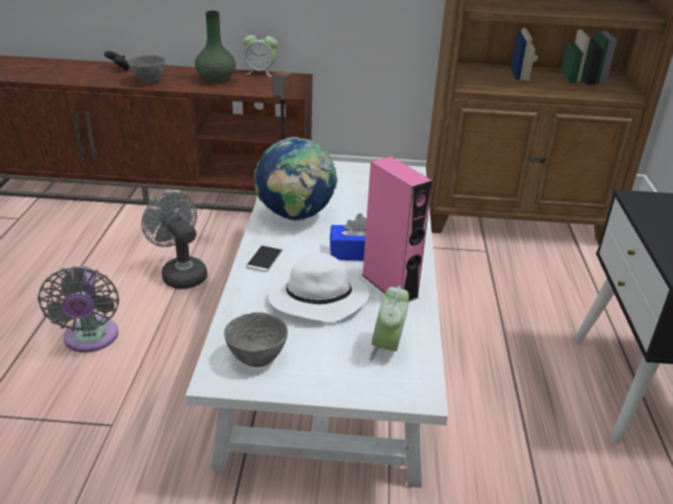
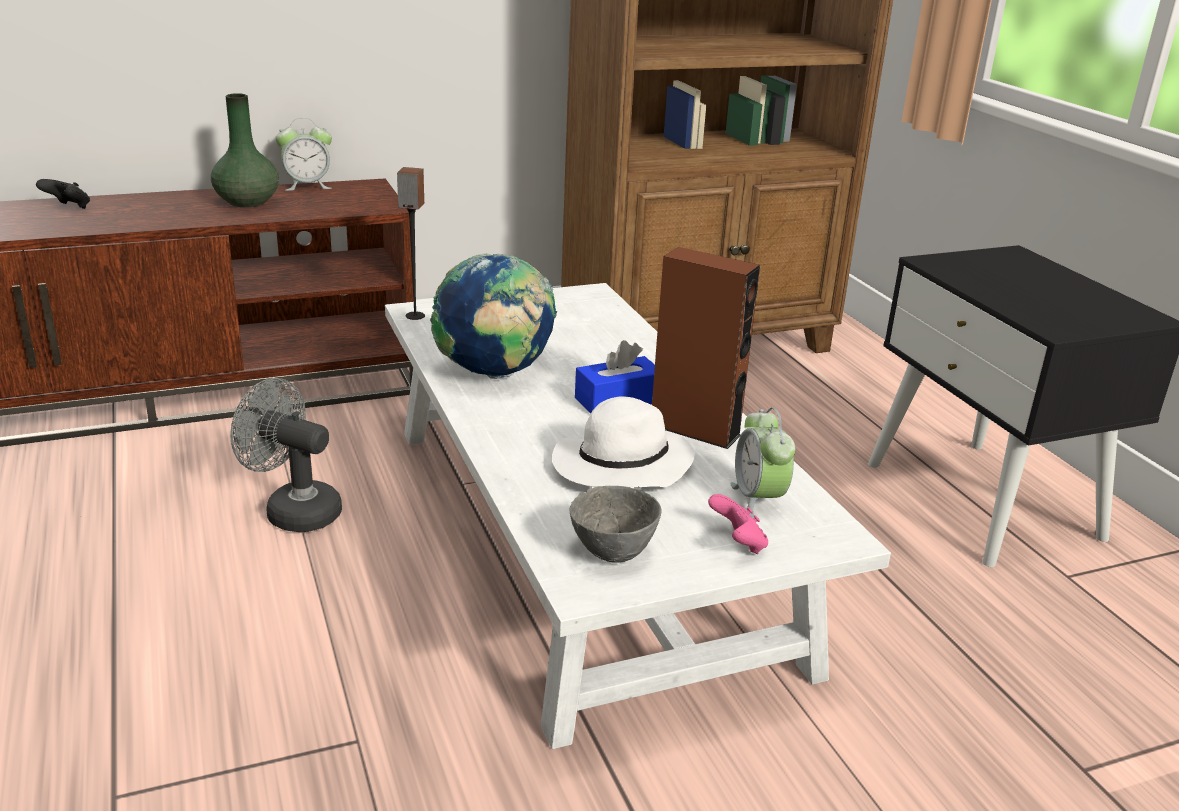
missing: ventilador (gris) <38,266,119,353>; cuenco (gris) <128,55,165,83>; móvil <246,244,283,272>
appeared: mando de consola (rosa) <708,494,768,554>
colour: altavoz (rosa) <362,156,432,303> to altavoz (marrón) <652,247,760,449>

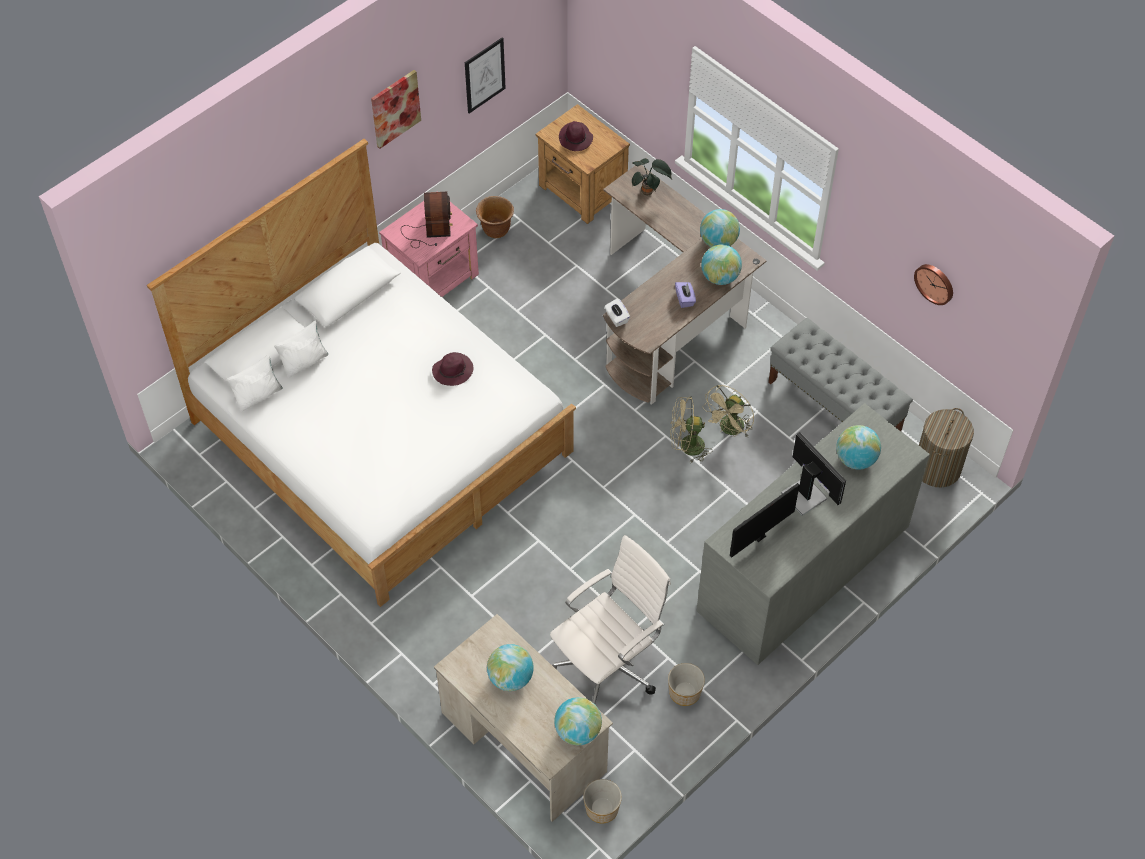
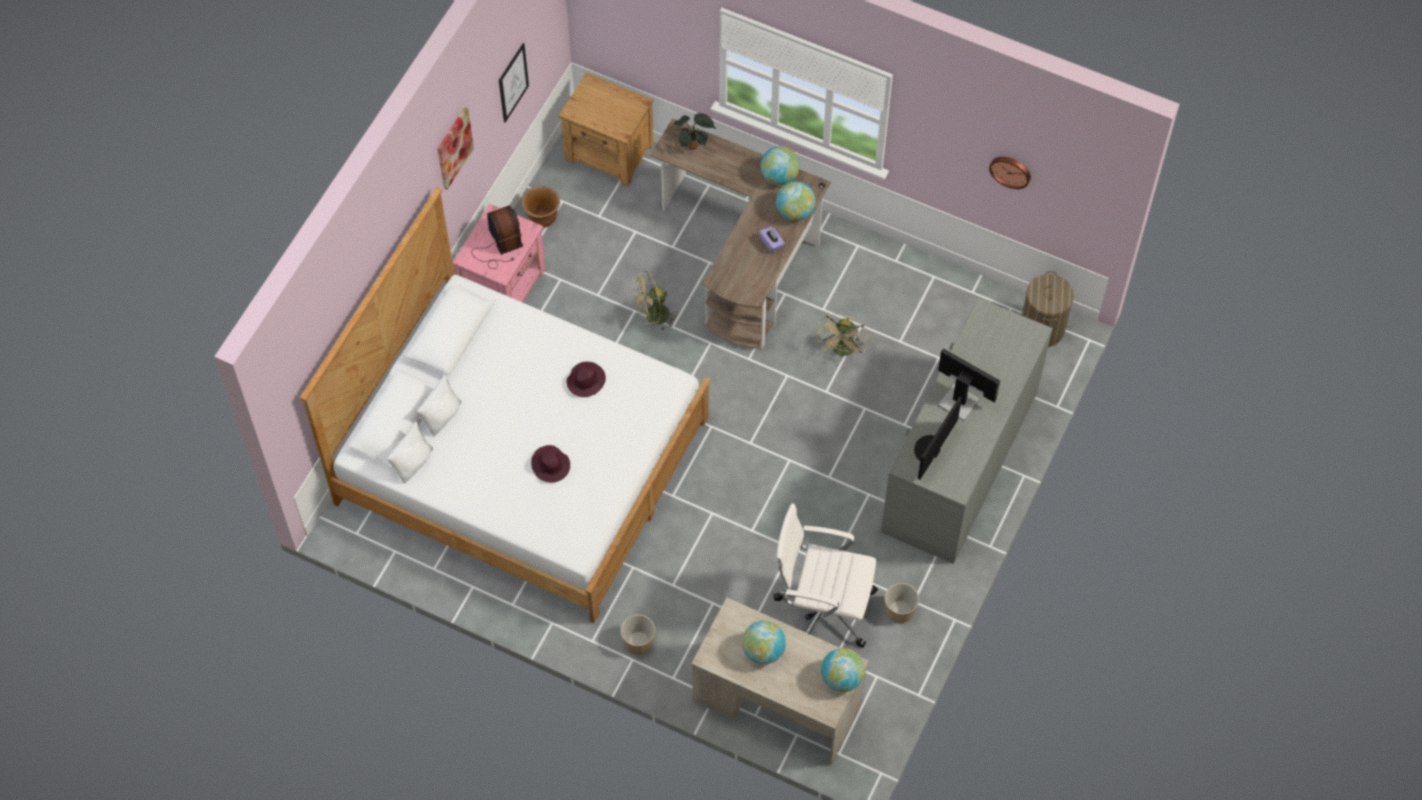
missing: caja de pañuelos (blanco) <604,298,630,327>; banco (gris) <768,318,913,431>; globo terráqueo <836,425,881,470>
relocated: sombrero (morado) <559,121,593,151> to <531,445,570,483>; maceta <583,779,622,824> to <620,614,655,654>; ventilador (beis) <670,397,713,463> to <632,271,678,332>
spun: silla de oficina (blanco) <550,535,671,704> = <774,503,878,647> 105 degrees counterclockwise

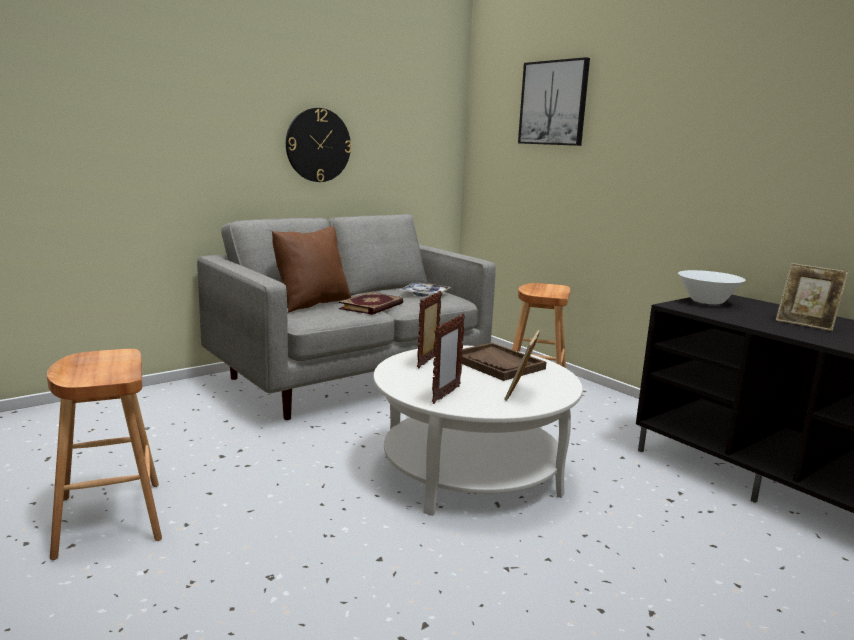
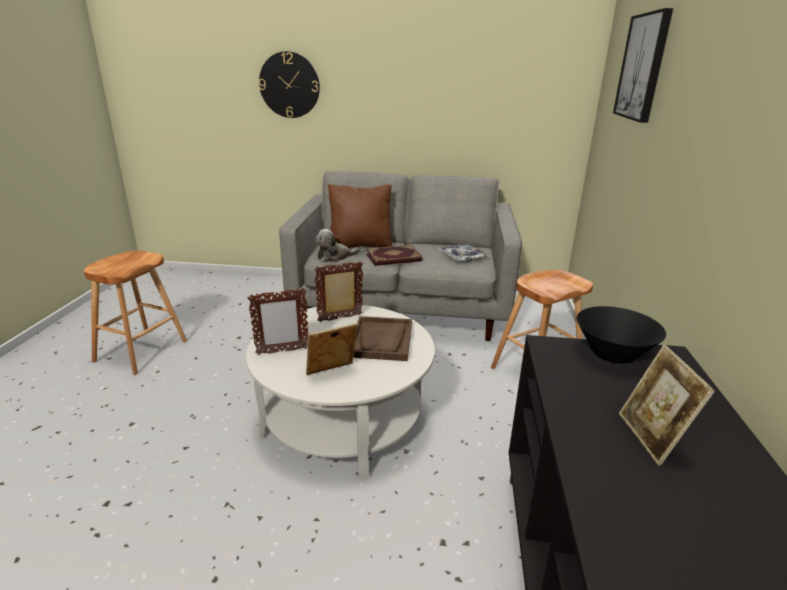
appeared: peluche <315,229,360,262>
relocated: reloj de pared <286,108,351,182> to <259,51,320,118>
colour: cuenco (blanco) <678,270,745,304> to cuenco (negro) <577,306,666,364>

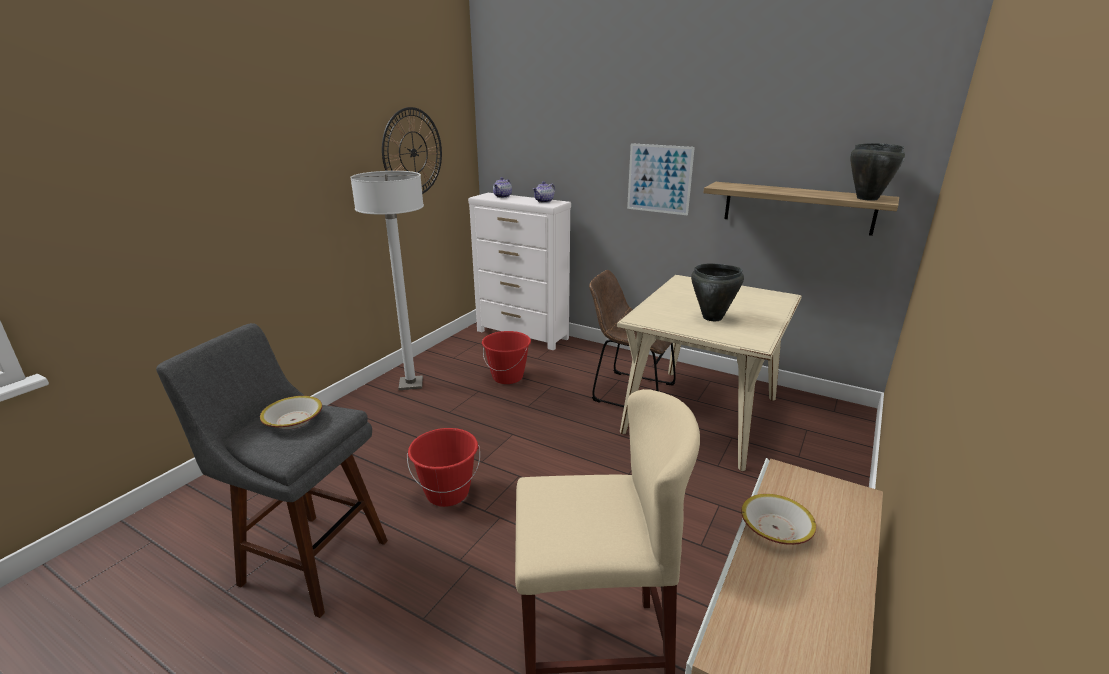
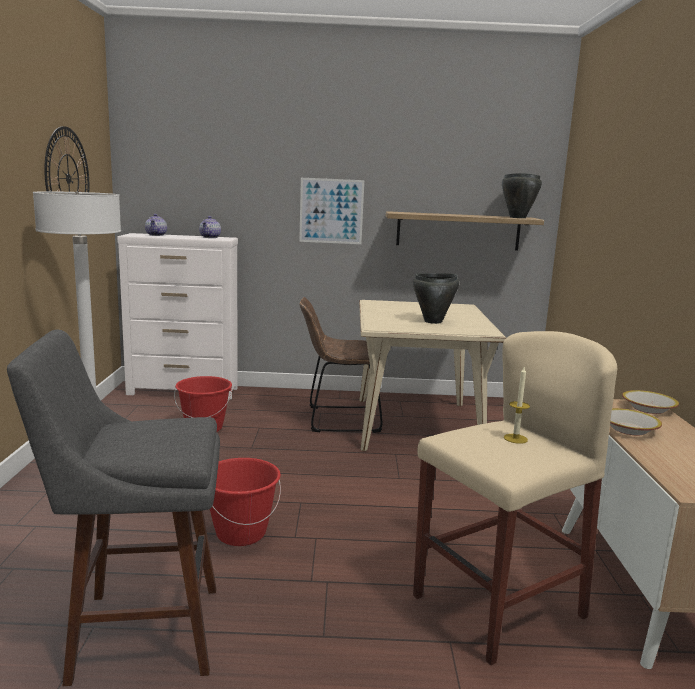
appeared: vela <504,367,530,444>
relocated: cuenco <260,396,322,429> to <622,390,679,414>

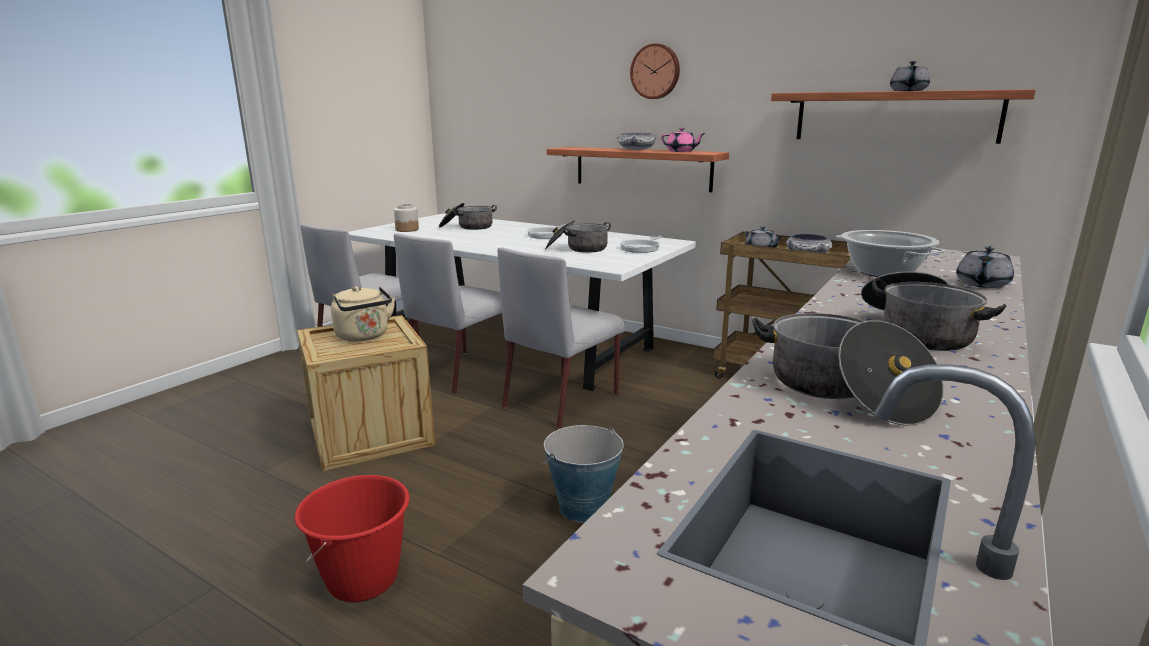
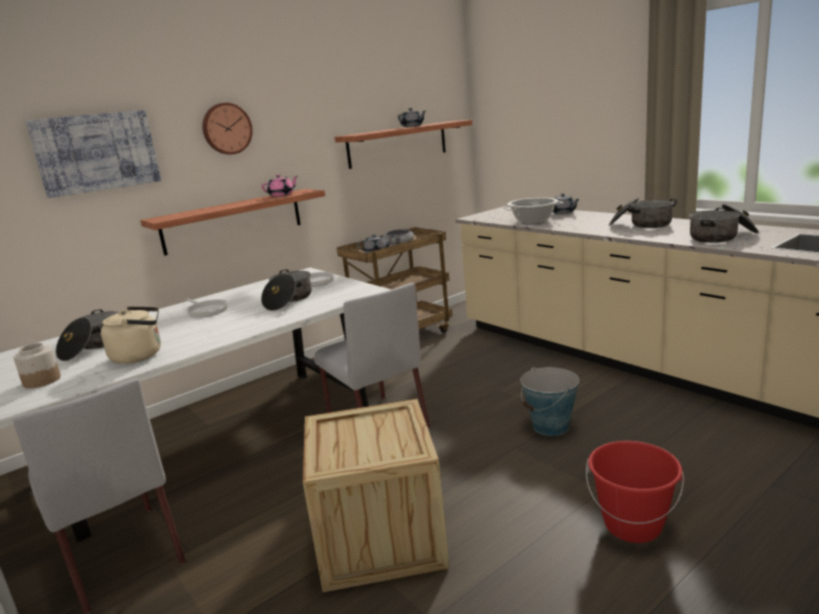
missing: silla (gris) <394,233,509,394>; cuenco <617,133,657,150>
appeared: cuadro <25,110,161,198>
relocated: hervidor (beis) <331,286,395,341> to <101,306,161,364>

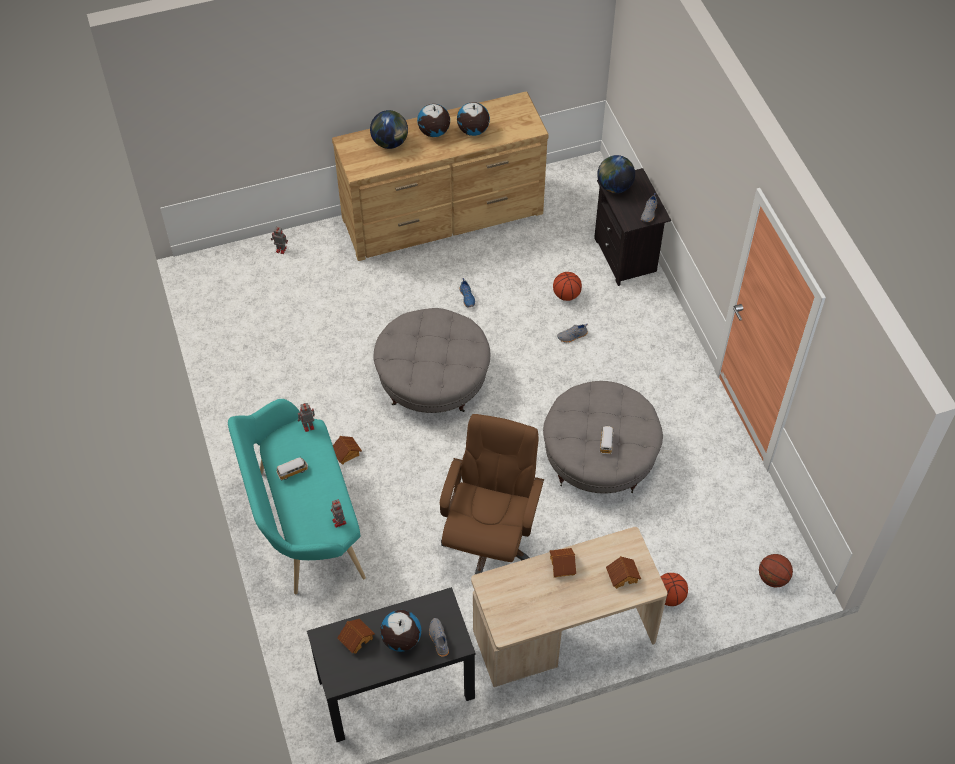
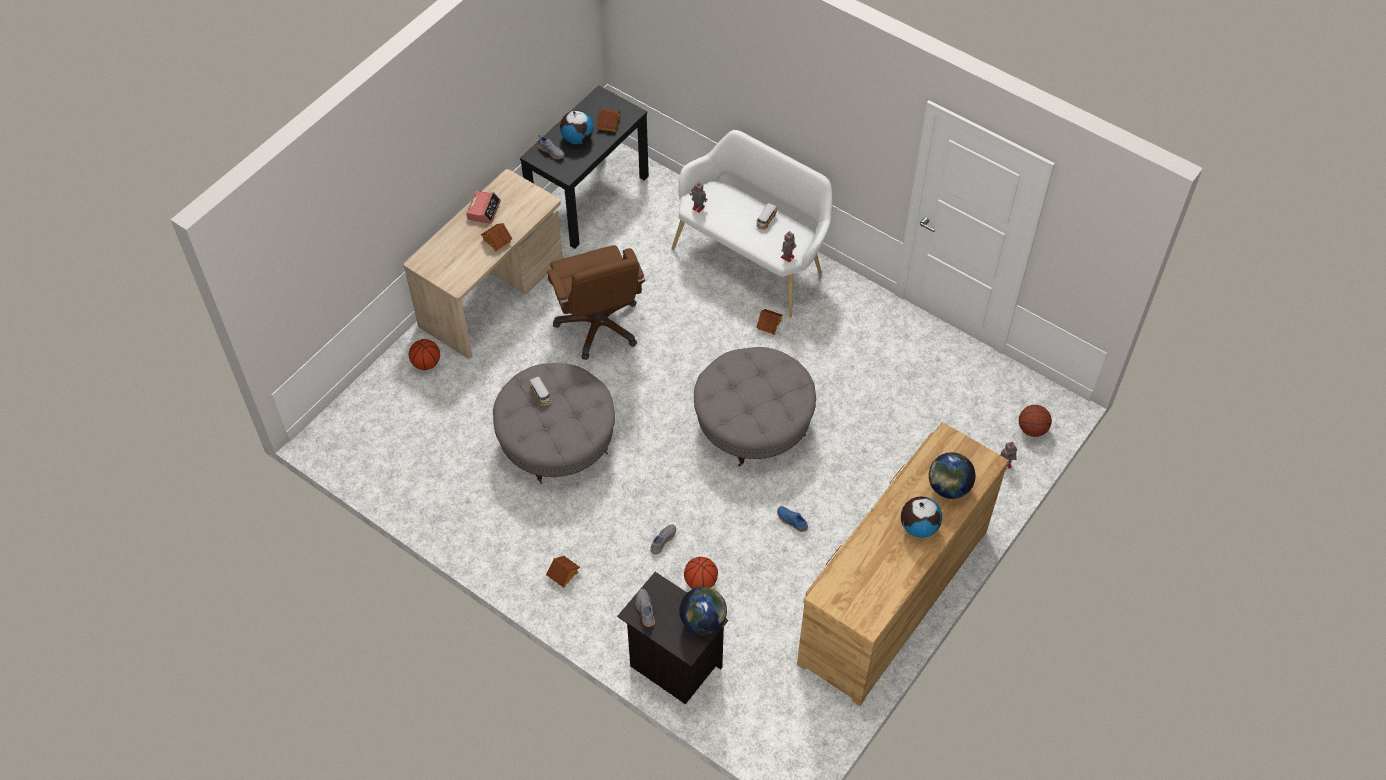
missing: globo terráqueo <457,102,490,136>
appeared: despertador <466,191,501,224>
relocated: casita <606,556,641,589> to <546,556,580,588>; balón de baloncesto <759,554,793,588> to <1019,405,1052,437>
colour: banco (turquesa) <228,399,366,594> to banco (blanco) <671,130,833,317>

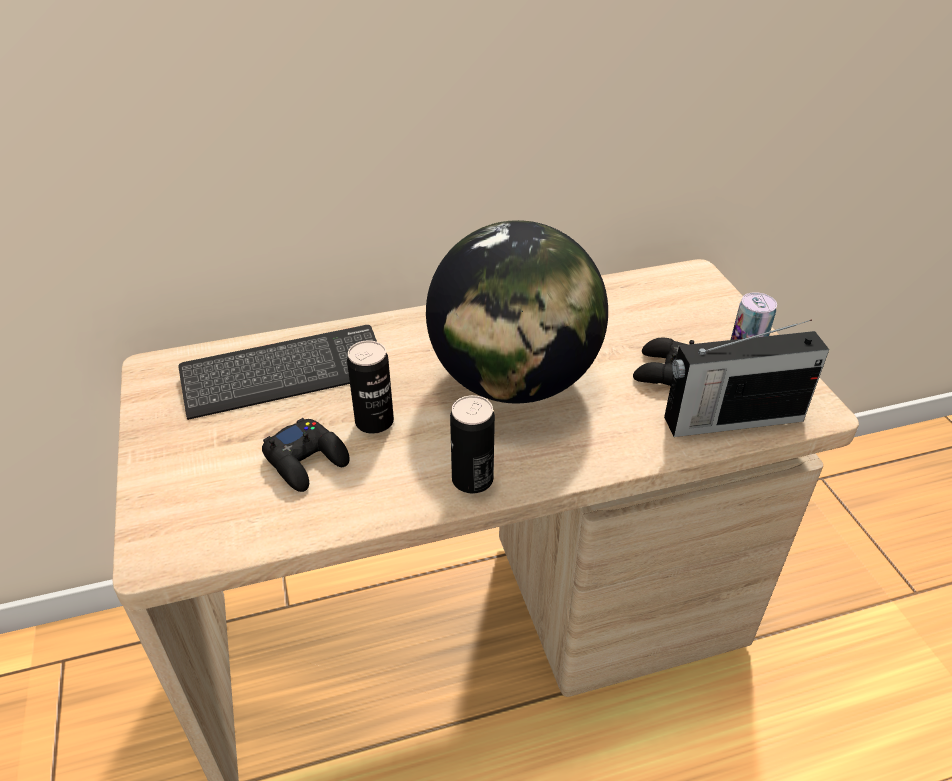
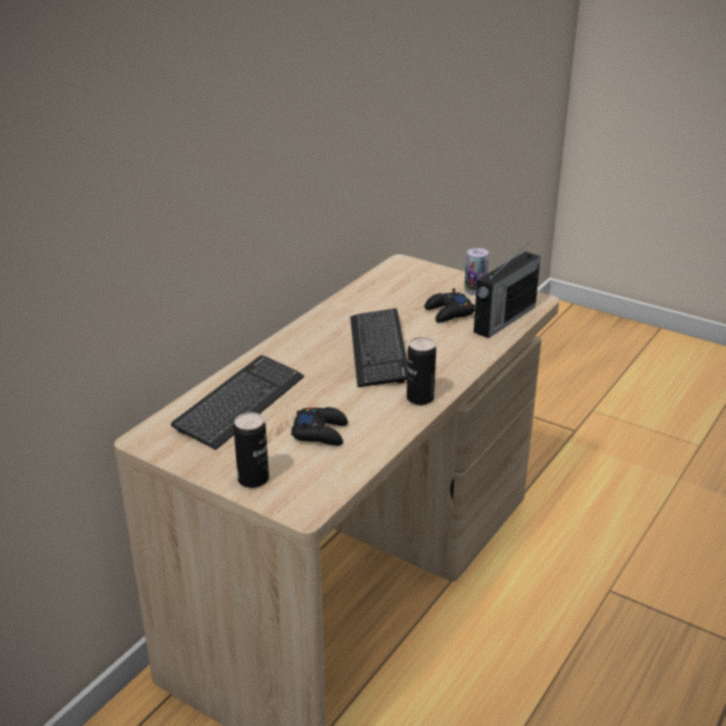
relocated: lata <347,340,394,434> to <234,412,269,488>
exchanged: globo terráqueo <426,220,608,404> to teclado <350,309,407,387>

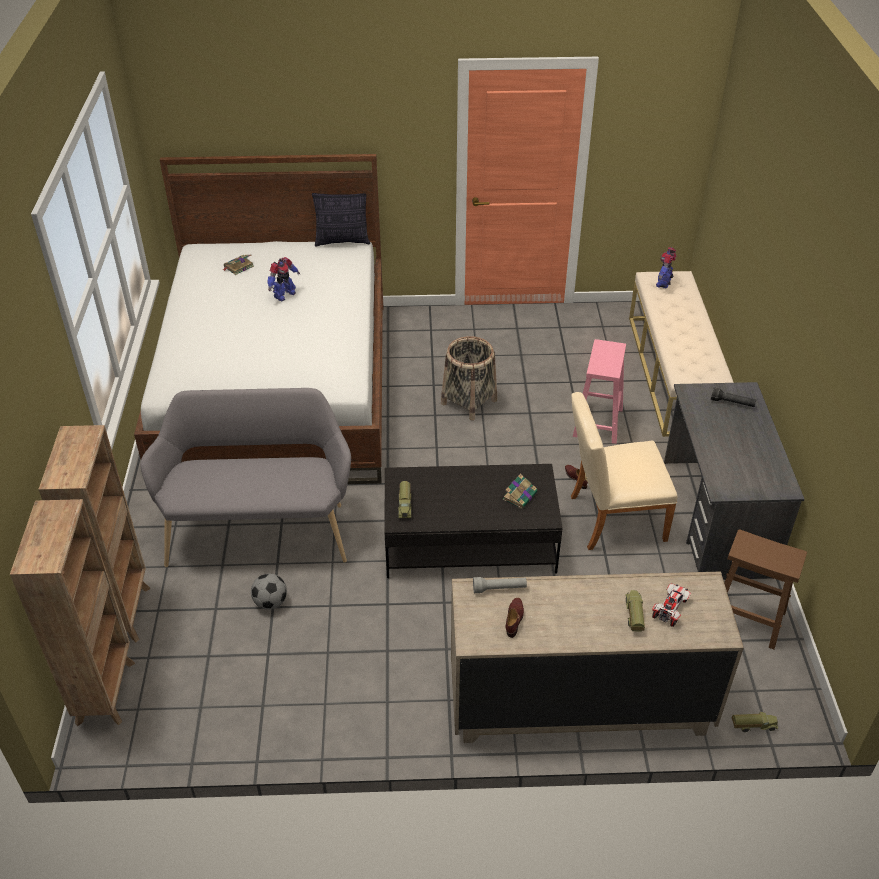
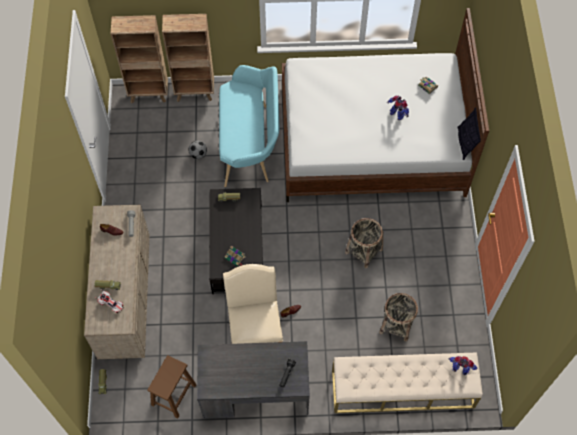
missing: taburete (rosa) <573,339,626,444>
appeared: cesta <379,293,418,342>
colour: banco (gris) <140,388,351,567> to banco (turquesa) <219,65,279,187>

